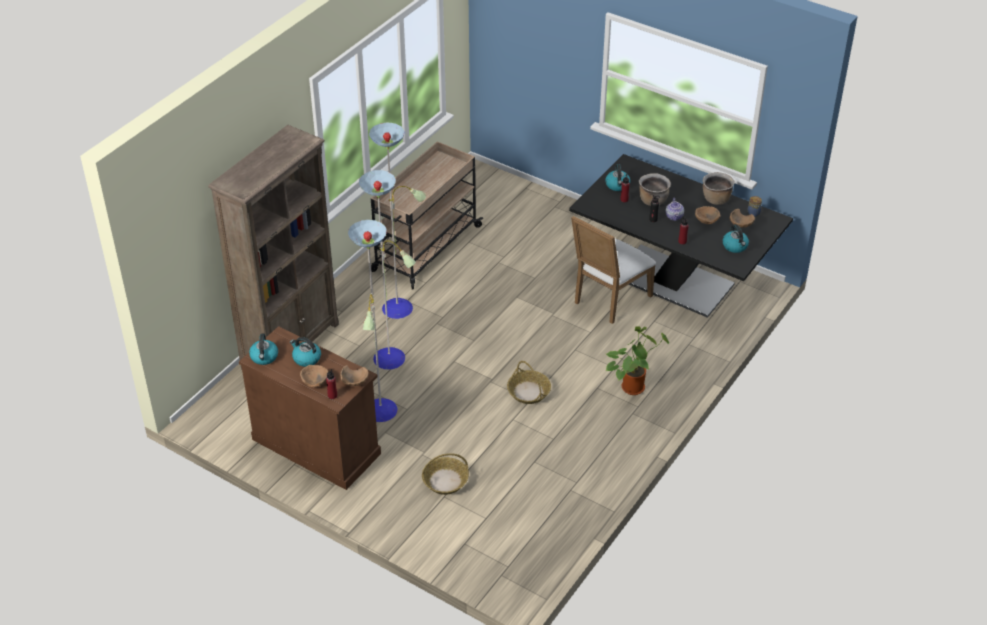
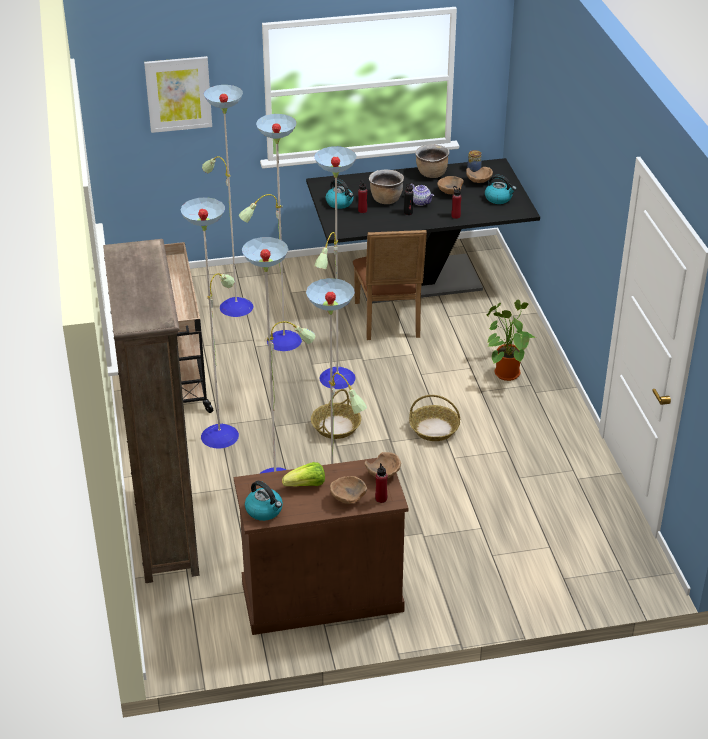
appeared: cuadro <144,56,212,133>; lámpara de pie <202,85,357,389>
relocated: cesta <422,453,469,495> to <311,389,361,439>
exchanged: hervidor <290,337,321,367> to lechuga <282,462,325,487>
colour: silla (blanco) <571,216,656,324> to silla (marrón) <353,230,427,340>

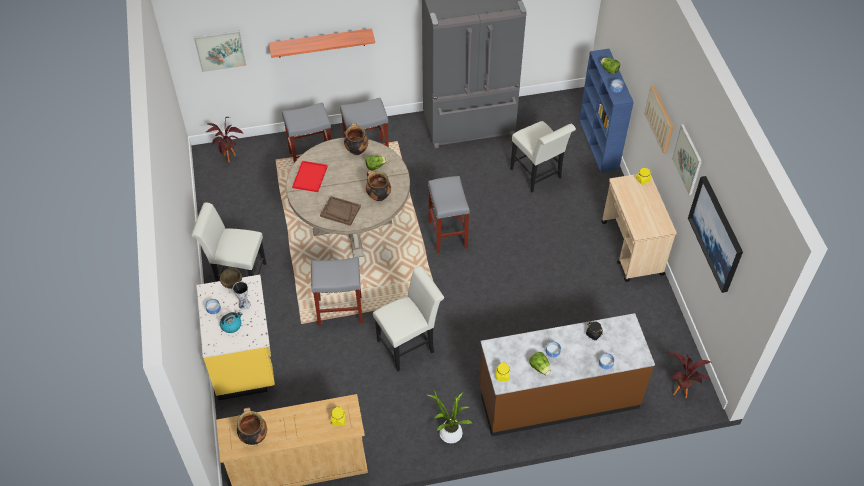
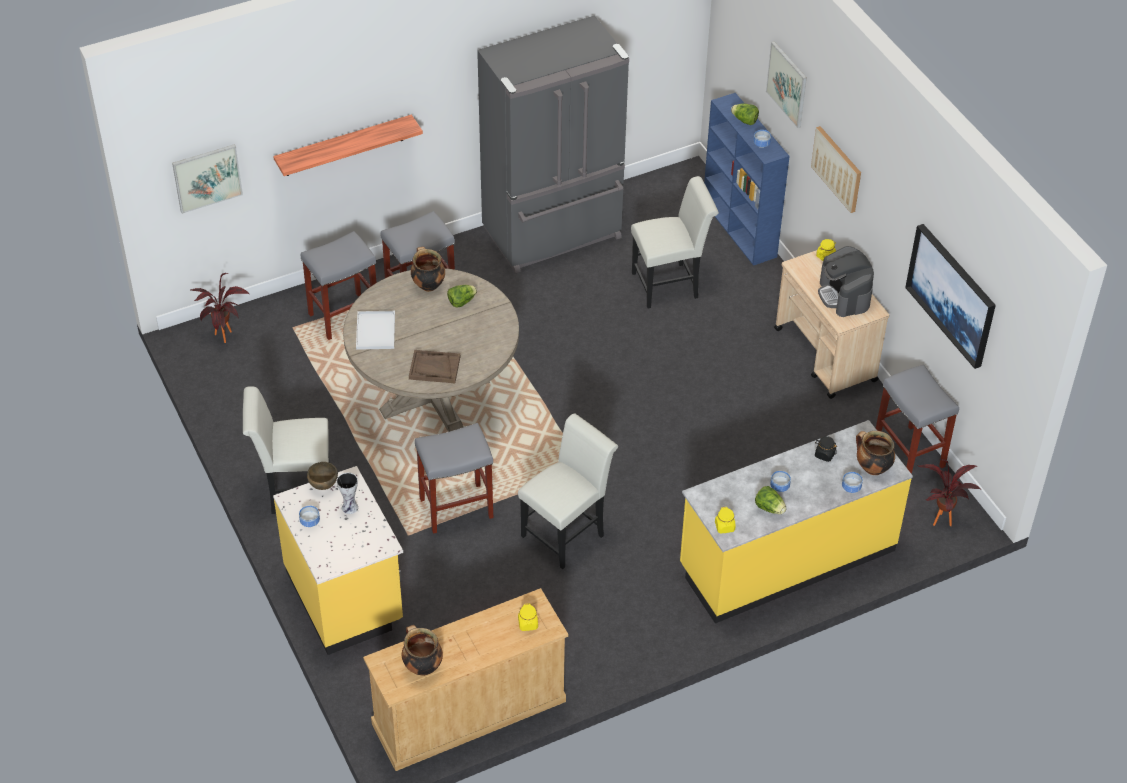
missing: hervidor <220,312,242,333>; planta en maceta <427,390,472,443>
appeared: cafetera <818,246,874,317>
relocated: olla <366,170,391,201> to <856,431,895,475>; taburete (gris) <428,176,470,253> to <876,364,959,474>; cuadro <672,124,702,195> to <766,41,807,128>
colour: bandeja (rojo) <292,161,328,192> to bandeja (blanco) <356,311,395,350>; mueble bajo de cocina (marrón) <479,313,655,436> to mueble bajo de cocina (amarillo) <680,420,913,624>
spun: silla (blanco) <510,121,576,192> = <631,176,719,308> 60 degrees counterclockwise

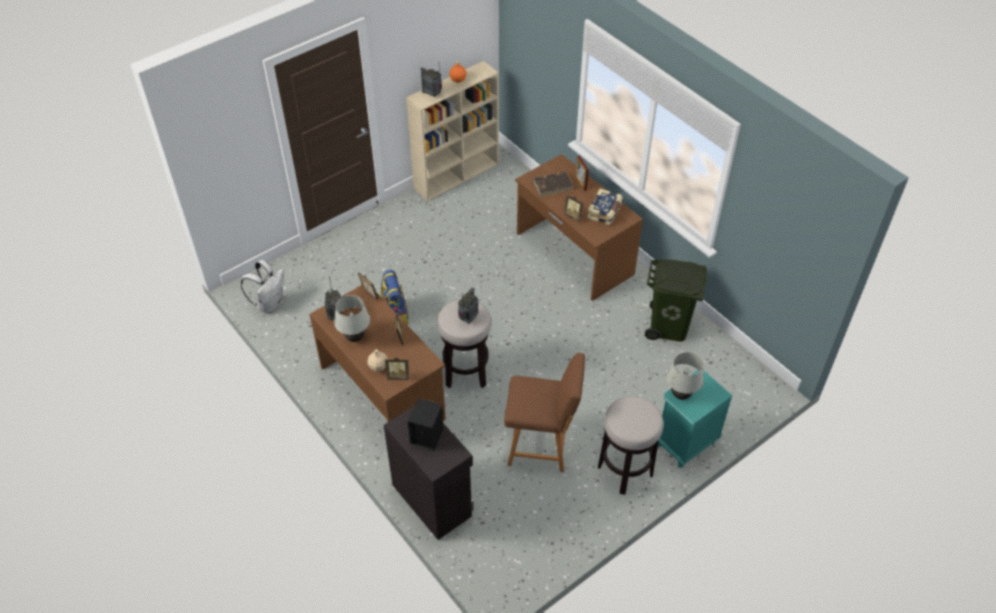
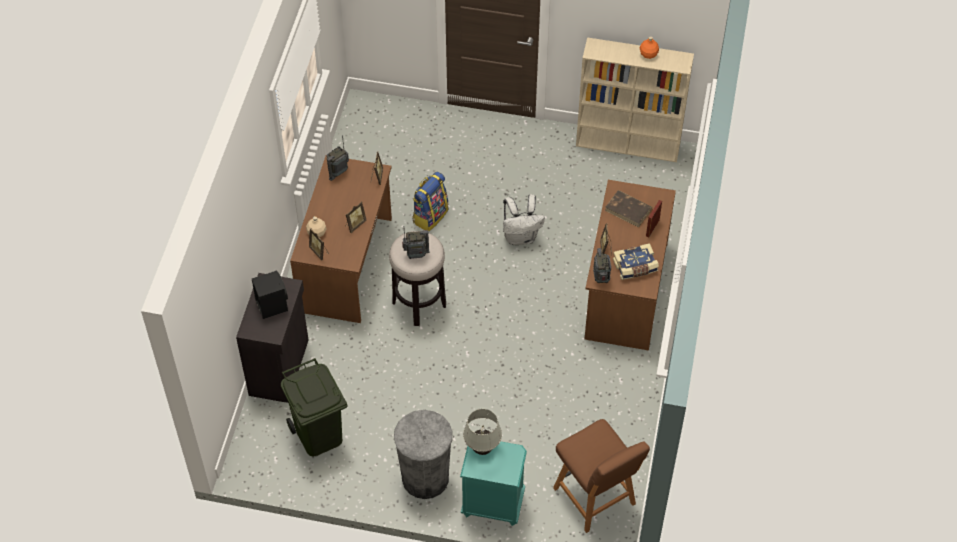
missing: lámpara de mesa (blanco) <334,295,370,342>
relocated: mochila (blanco) <241,260,284,314> to <503,194,545,245>; radio <420,67,442,97> to <593,248,611,283>; silla (marrón) <504,353,585,472> to <553,419,650,533>; papelera (verde) <645,259,707,342> to <281,358,347,456>
exchanged: taburete <598,396,663,495> to papelera (gris) <394,410,453,499>

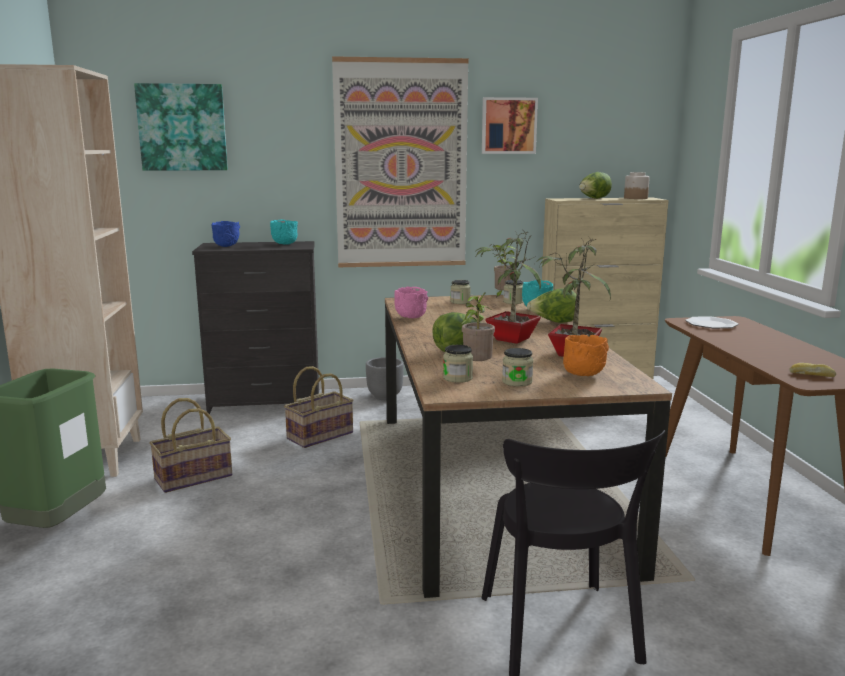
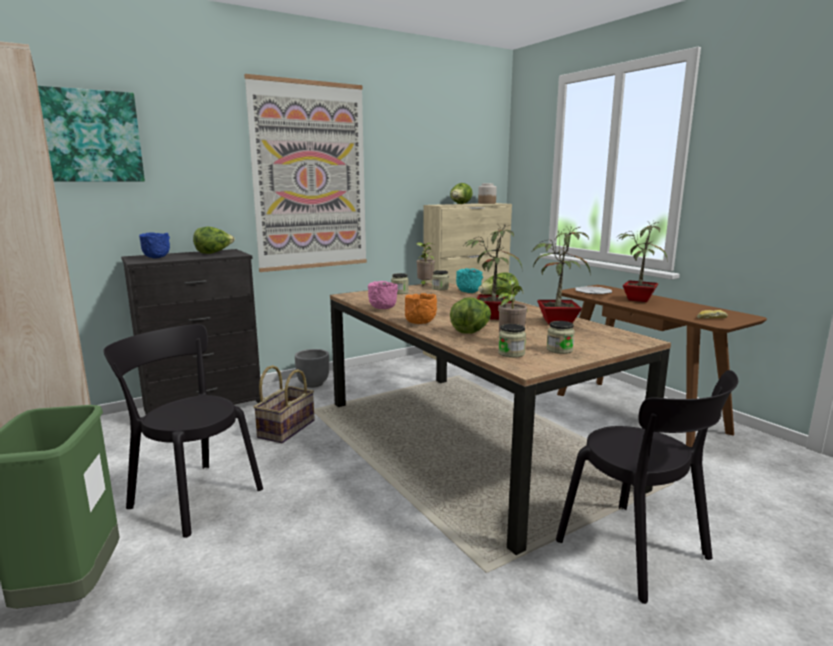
missing: cuadro <482,97,538,154>
appeared: planta en maceta <615,222,668,302>
relocated: cuenco (naranja) <563,335,609,376> to <405,293,437,324>
exchanged: cesta <149,398,232,493> to silla (negro) <103,324,263,538>; cuenco (turquesa) <270,220,298,245> to lechuga <193,227,235,254>

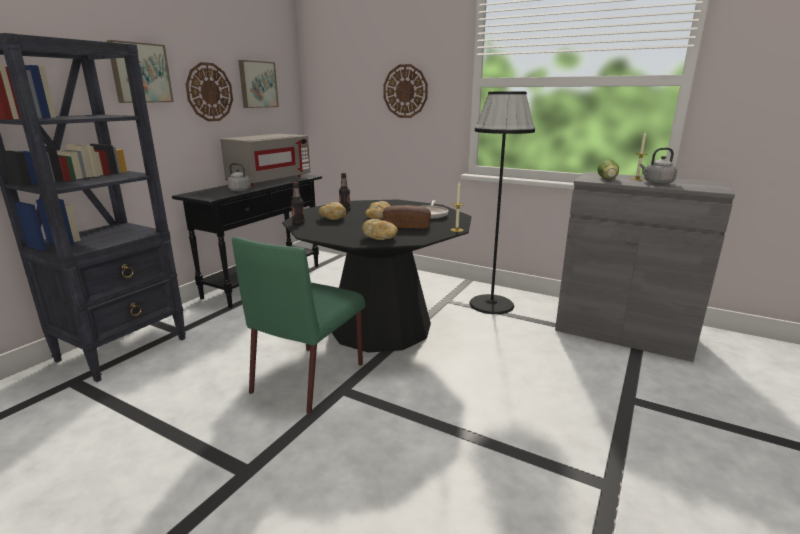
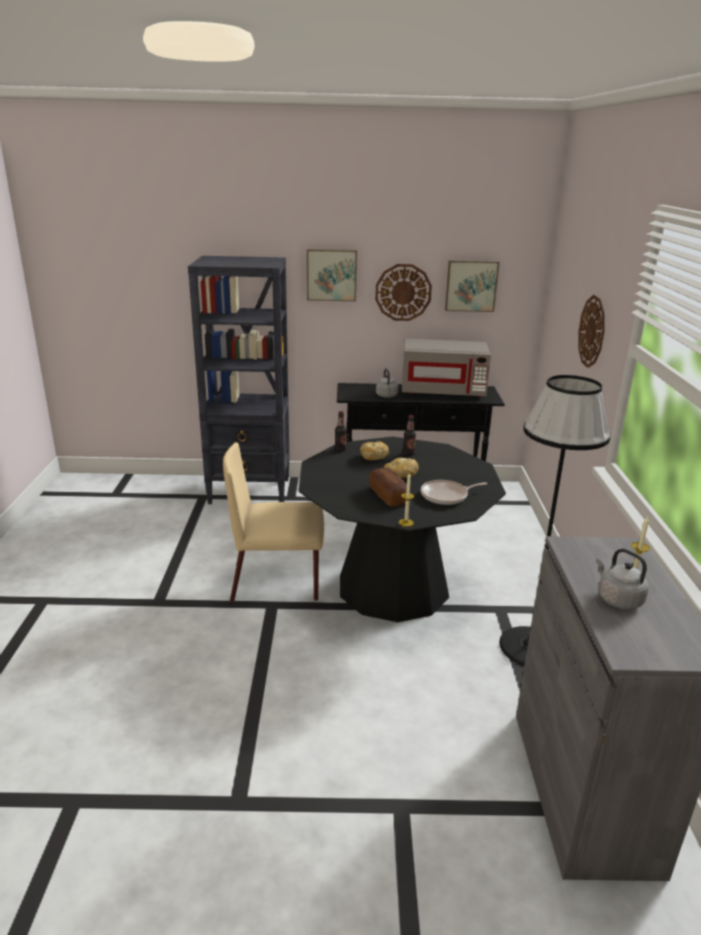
missing: pan <362,219,398,240>; lechuga <597,159,619,179>
colour: silla (verde) <232,237,366,414> to silla (beis) <223,442,324,602>

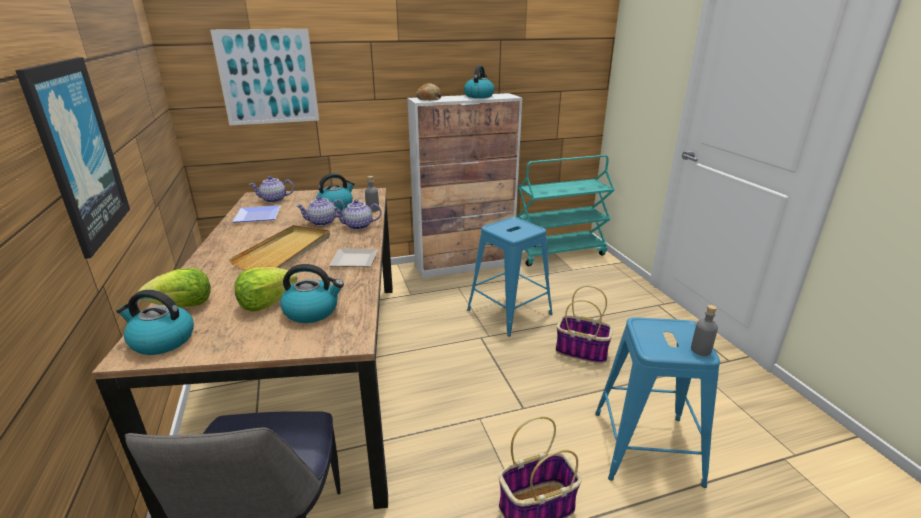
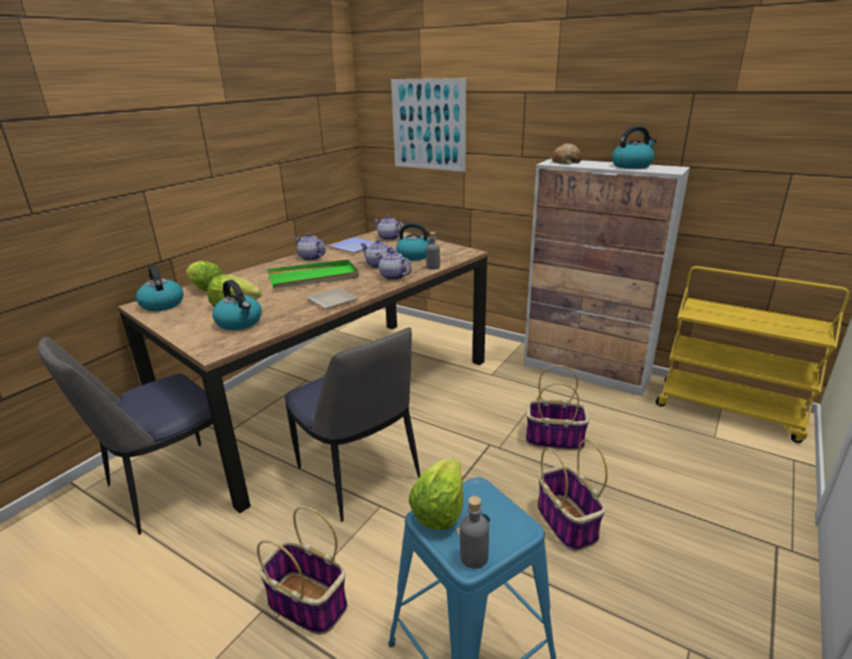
missing: cuadro <15,57,130,259>
appeared: silla <284,327,420,522>; tetera <294,233,326,261>; lechuga <408,457,463,530>
exchanged: taburete (azul) <467,217,553,337> to cesta <526,365,589,450>
colour: bandeja (beis) <229,225,330,270> to bandeja (verde) <267,260,359,288>; carrito (turquesa) <517,155,615,266> to carrito (amarillo) <656,266,849,443>

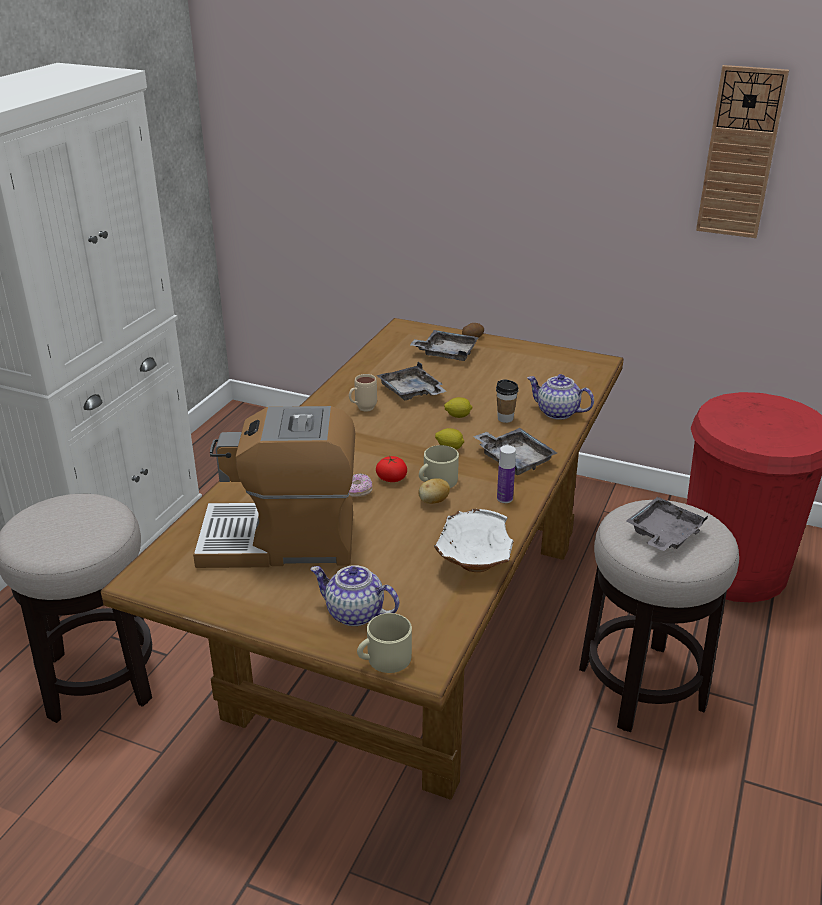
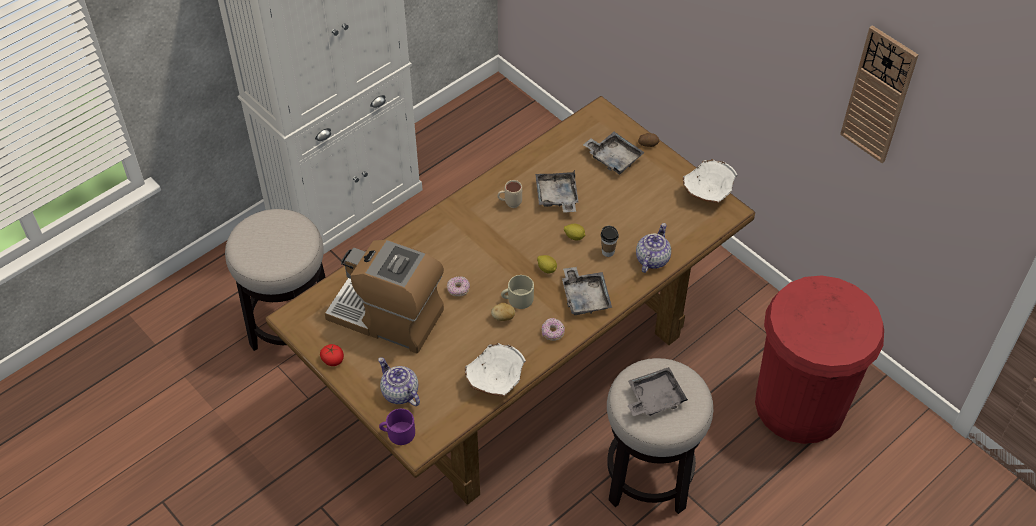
appeared: cuenco (blanco) <683,159,738,203>
relocated: tomate <376,455,407,482> to <320,344,344,366>
exchanged: botella <497,445,516,503> to rosquilla <542,318,565,341>
colour: taza grande (beis) <357,613,412,673> to taza grande (morado) <379,409,415,445>
spun: tetera <527,374,594,420> = <636,223,671,273> 60 degrees clockwise

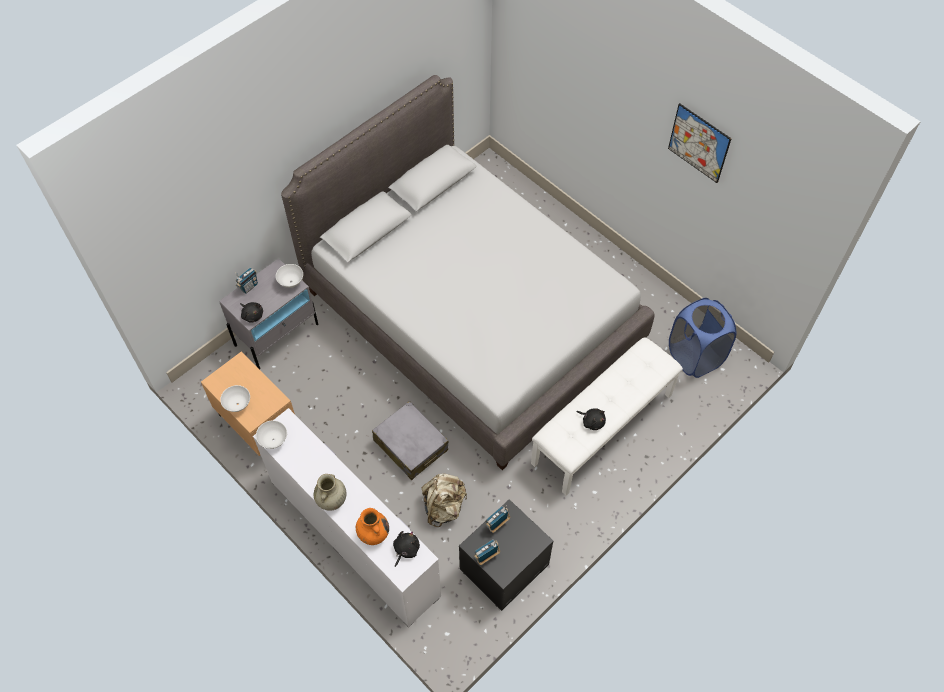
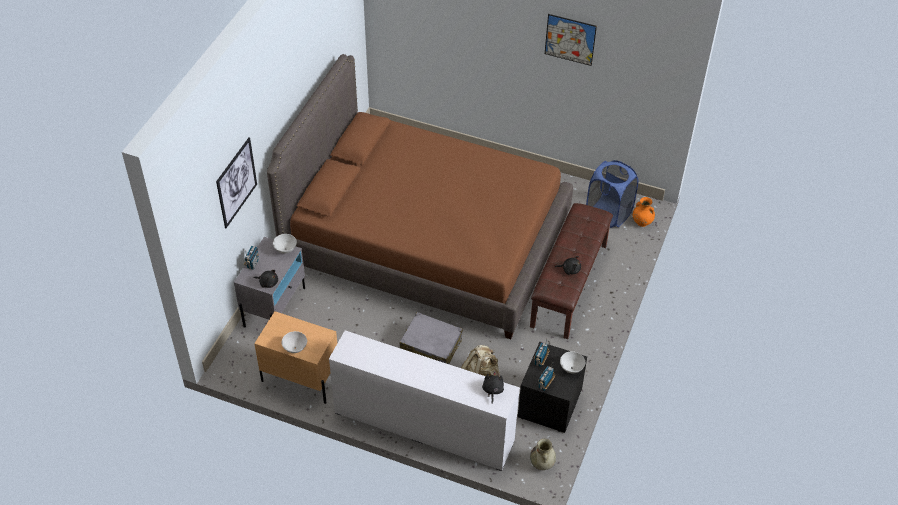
appeared: cuadro <216,137,257,228>
relocated: cuenco (blanco) <256,420,287,449> to <560,351,585,373>; florero (beis) <314,474,347,511> to <530,439,556,470>; florero (naranja) <356,508,389,545> to <633,197,655,227>
colour: cama (gris) <281,75,655,470> to cama (marrón) <267,54,573,339>; banco (blanco) <531,337,683,496> to banco (marrón) <530,203,613,339>

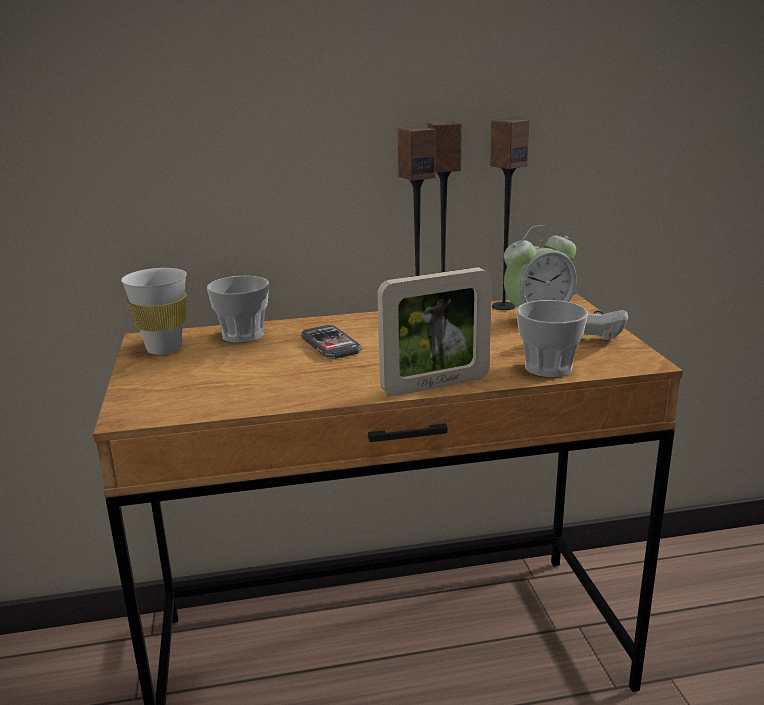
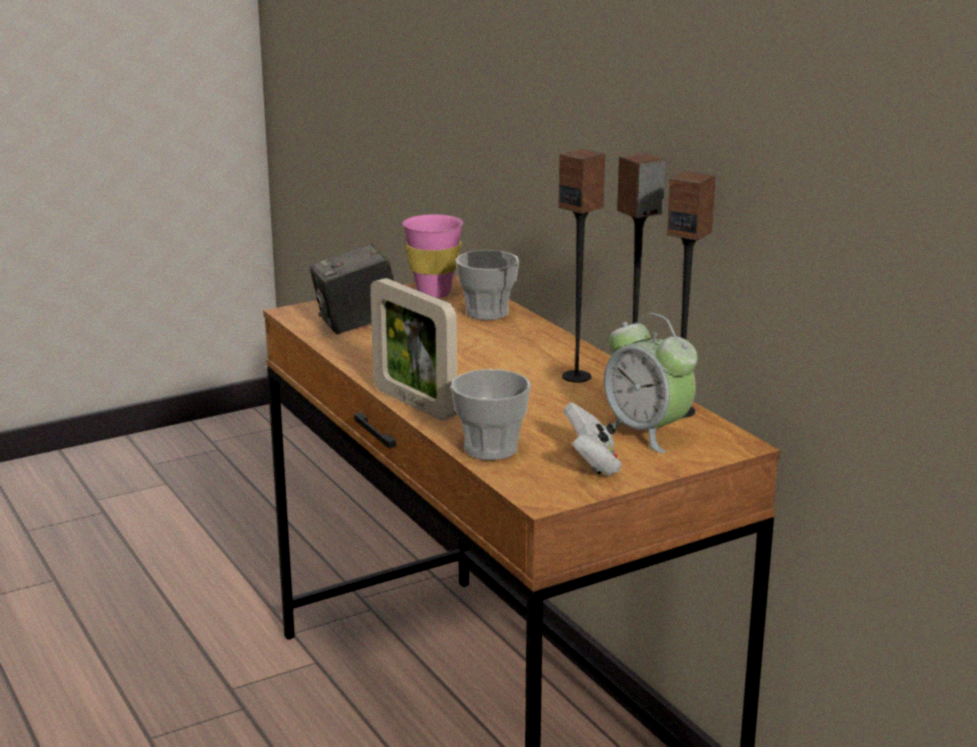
missing: móvil <301,325,362,359>
appeared: cámara <310,243,394,334>
colour: taza (blanco) <121,268,187,355> to taza (rosa) <403,214,463,298>

